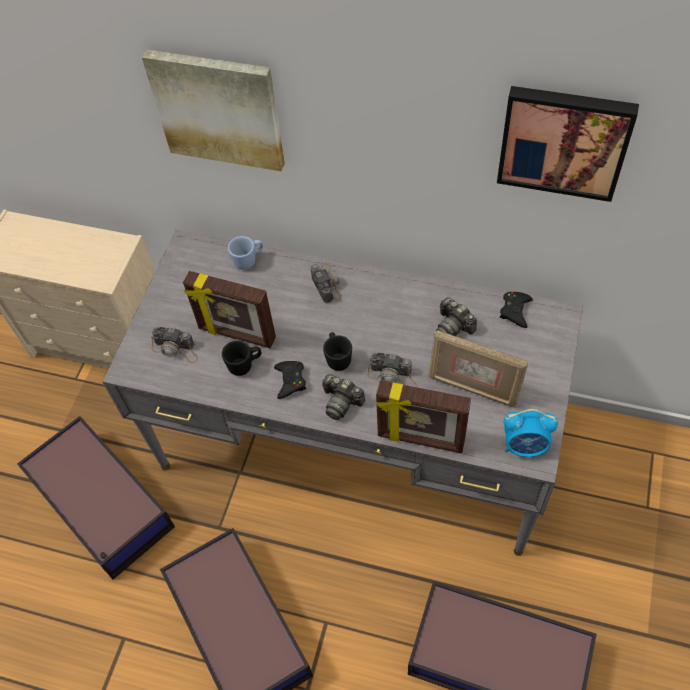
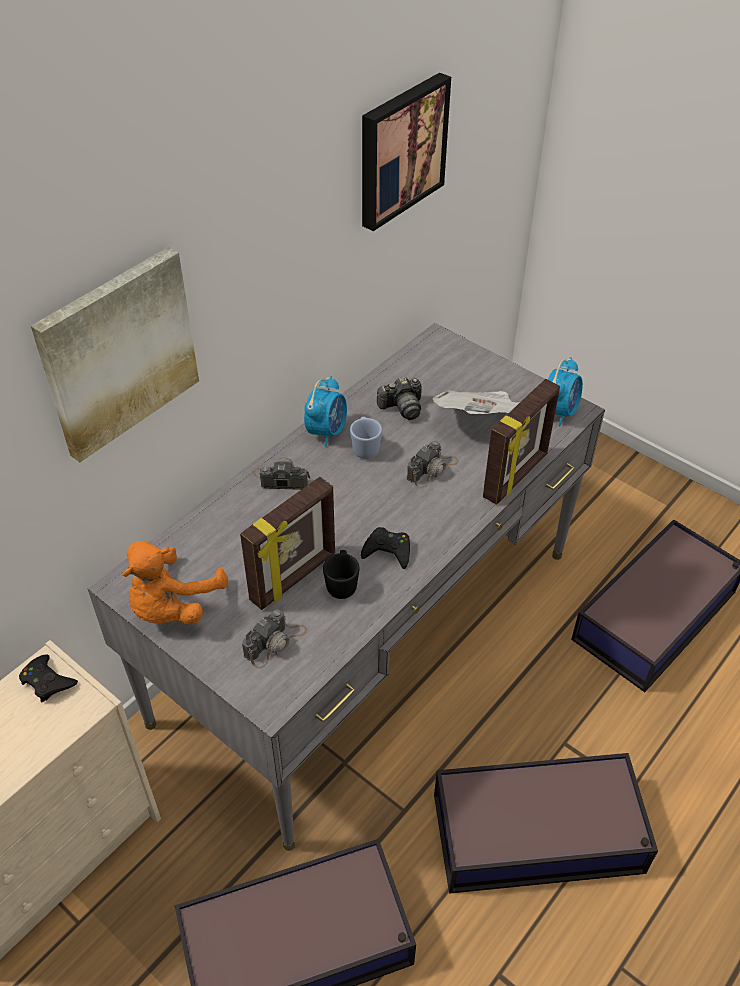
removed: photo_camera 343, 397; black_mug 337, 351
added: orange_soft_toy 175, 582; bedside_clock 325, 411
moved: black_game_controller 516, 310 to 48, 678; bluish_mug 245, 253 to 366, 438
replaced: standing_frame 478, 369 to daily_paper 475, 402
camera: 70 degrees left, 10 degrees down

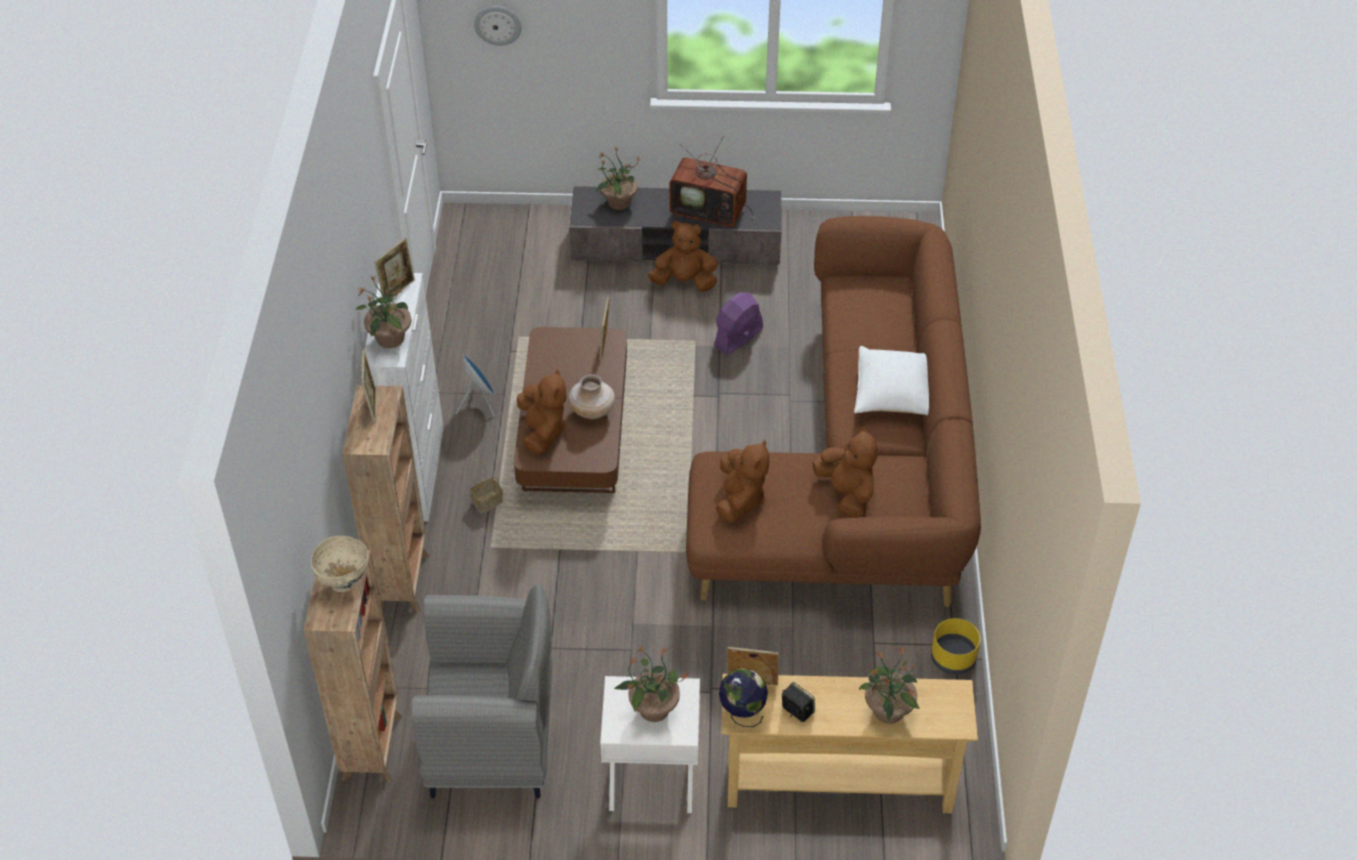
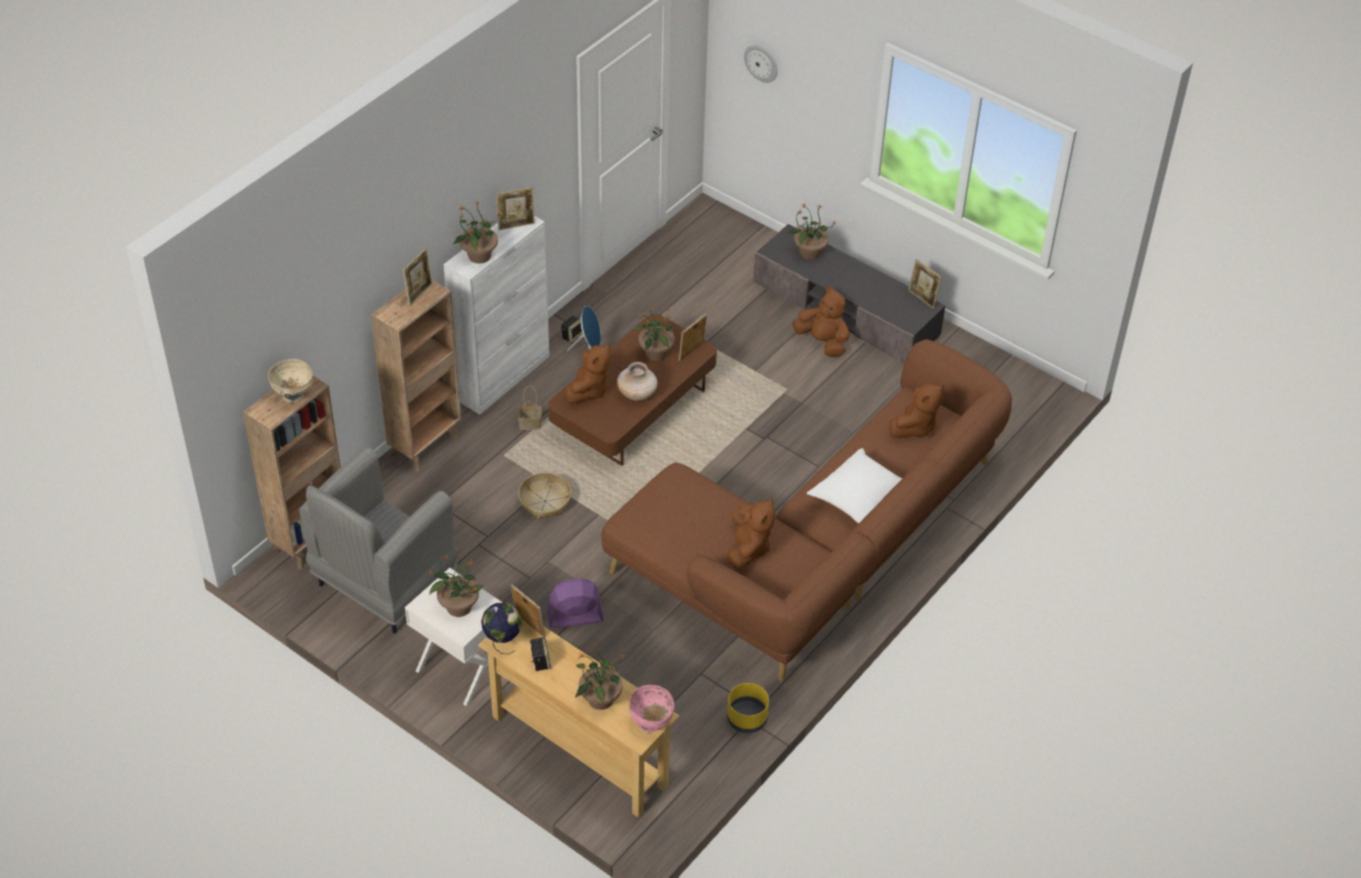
removed: TV 712, 181
added: storage_basket 545, 495; loudspeaker 572, 329; pink_bowl 651, 709; houseplant 654, 332; standing_frame 925, 284
moved: purple_fan 738, 323 to 575, 603; brown-coloured_soft_toy 742, 481 to 916, 410
turned: gray_easy_chair 481, 691 = 378, 540 90 degrees clockwise
camera: 35 degrees right, 0 degrees up

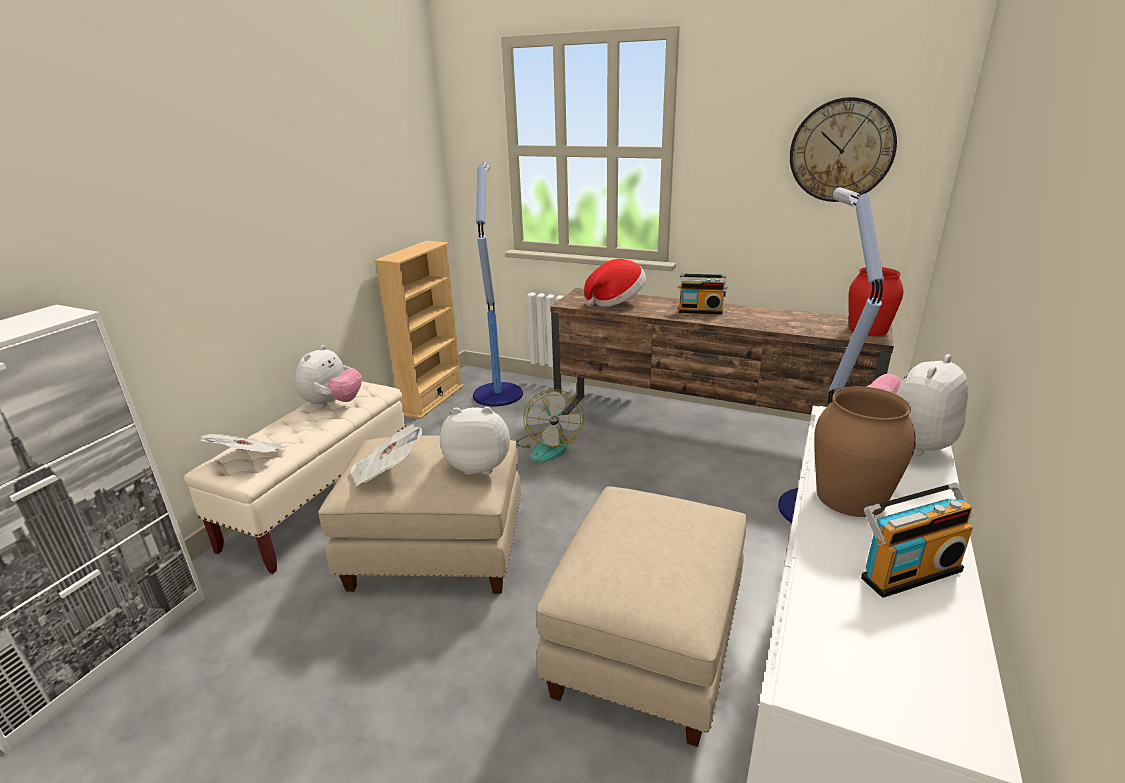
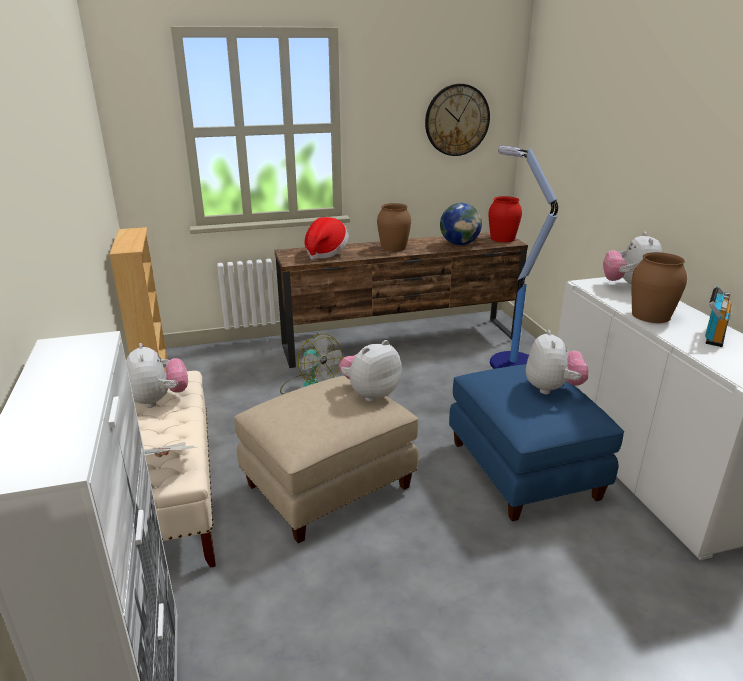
removed: daily_paper 386, 456; standing_lamp 498, 284
added: desk_globe 461, 224; soft_toy 557, 362
replaced: radio_receiver 702, 294 to brown-coloured_decorative_vase 394, 227
recoloured: beige_footrest 641, 616 to bluish_footrest 536, 442
camera: 40 degrees left, 0 degrees up

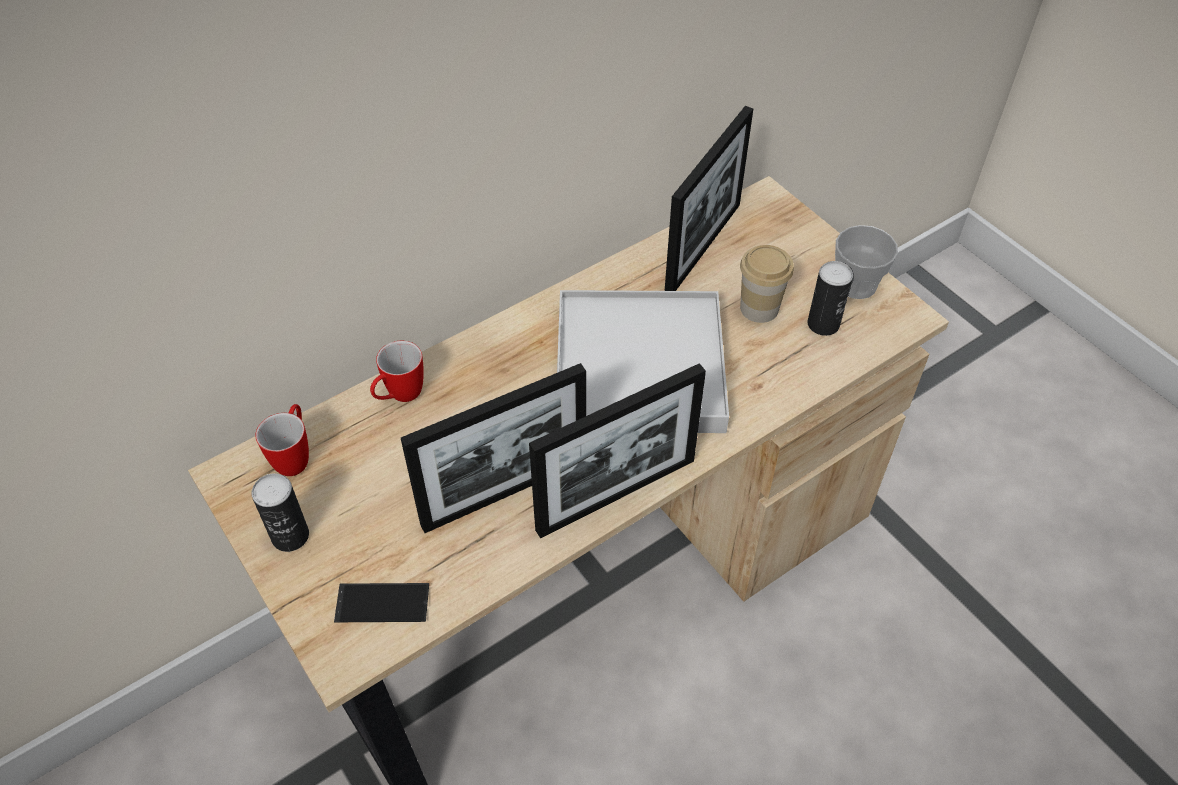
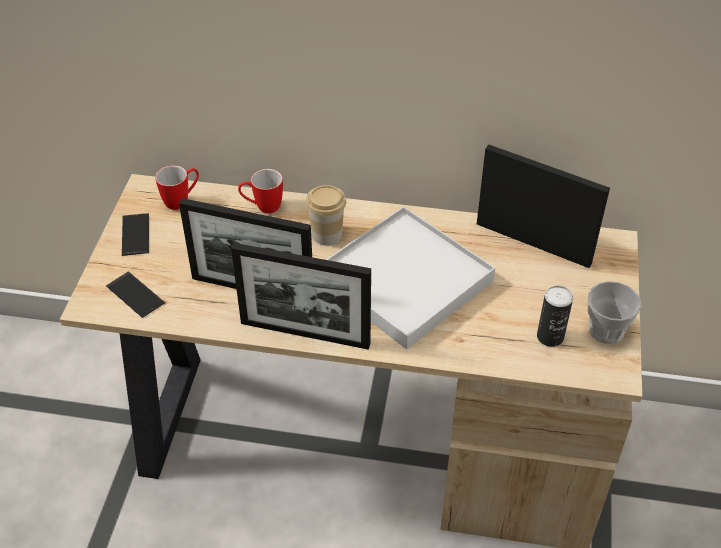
moved: cup 767, 284 to 325, 215
replaced: can 280, 512 to phone 135, 234
turned: standing_frame 709, 198 = 543, 206 135 degrees counterclockwise
camera: 45 degrees right, 5 degrees down

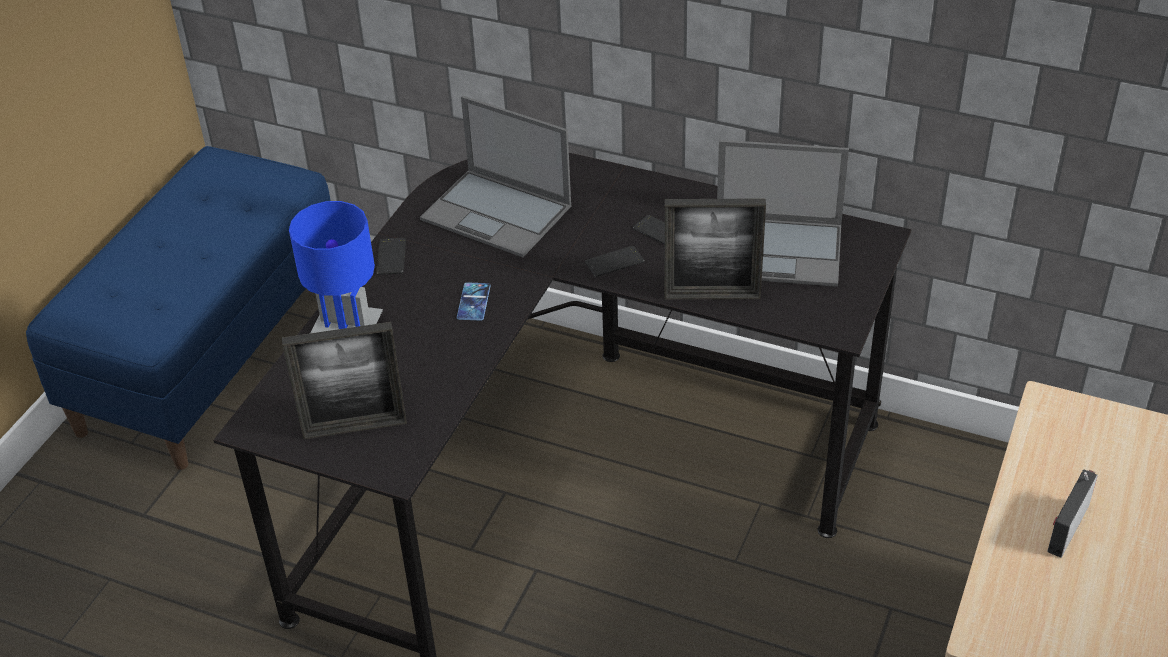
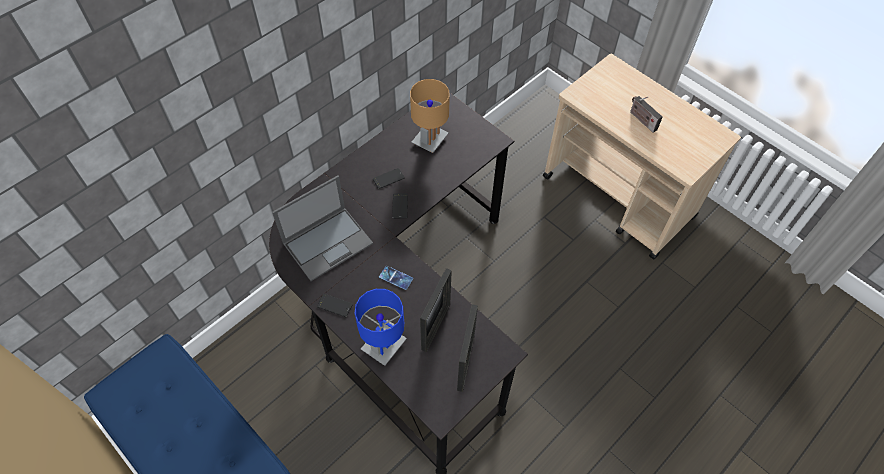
moved: standing_frame 715, 249 to 436, 310
replaced: portable_computer 783, 213 to brown-coloured_table_lamp 430, 116
camera: 70 degrees left, 15 degrees up

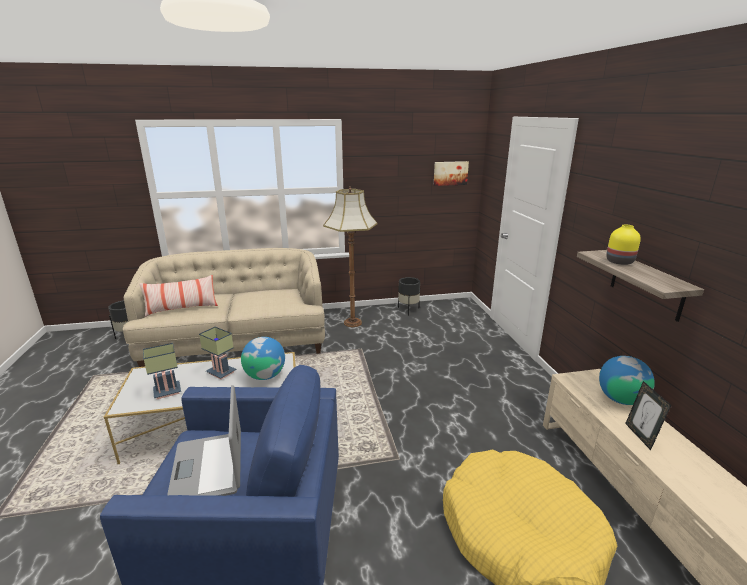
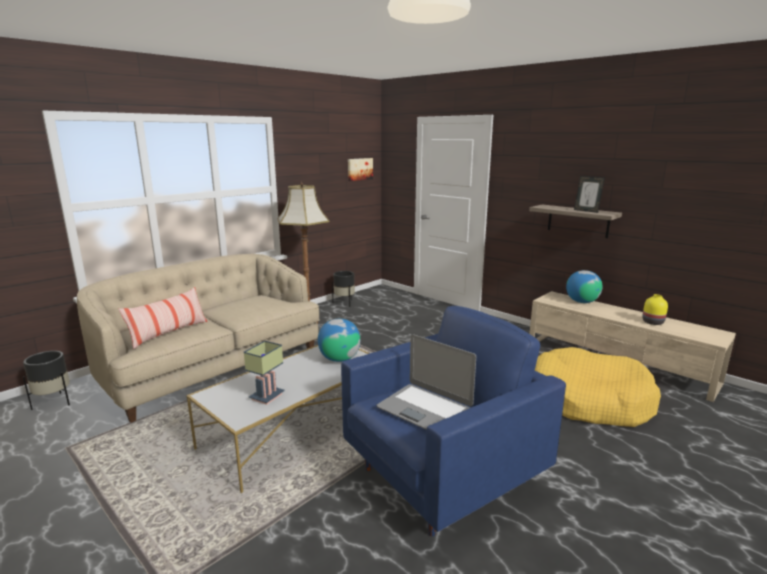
removed: table_lamp 217, 353
moved: standing_frame 648, 415 to 589, 194; yellowish_decorative_vase 623, 244 to 655, 309
camera: 35 degrees left, 5 degrees down

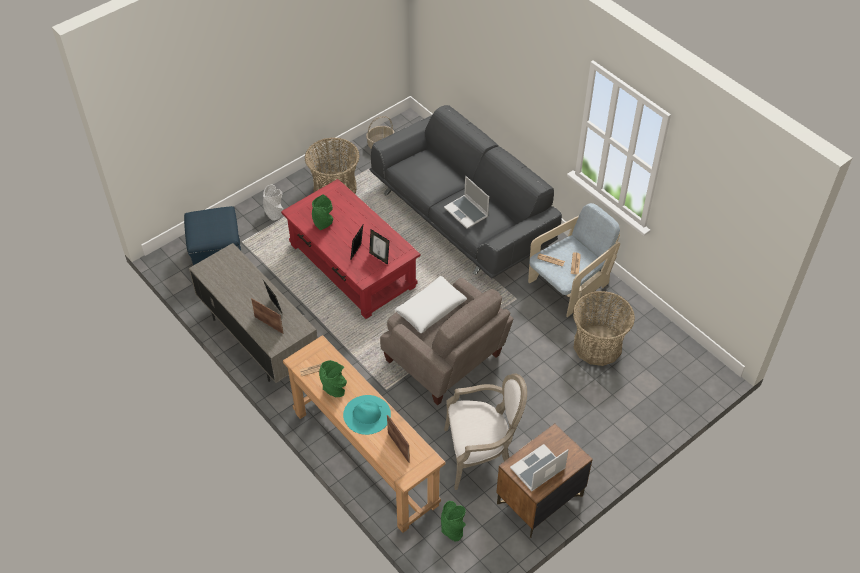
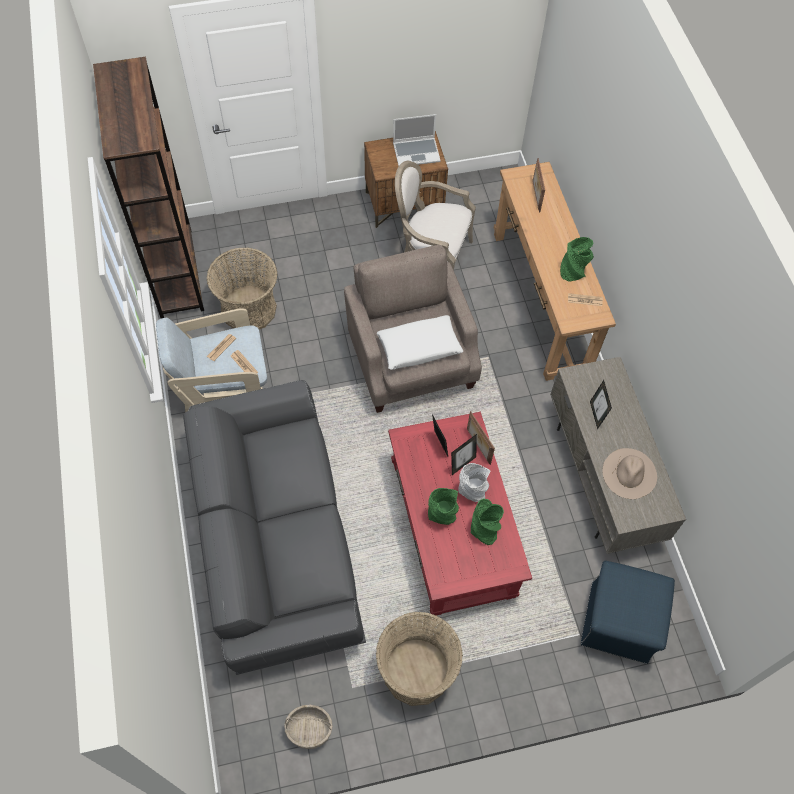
removed: turquoise-coloured_wearable_hat 367, 415; portable_computer 466, 202
added: brown-coloured_bookshelf 148, 187; beige_wearable_hat 630, 473
moved: green-coloured_decorative_vase 453, 521 to 443, 506; gray_decorative_vase 273, 202 to 474, 482; standing_frame 267, 316 to 481, 438
camera: 155 degrees left, 10 degrees up

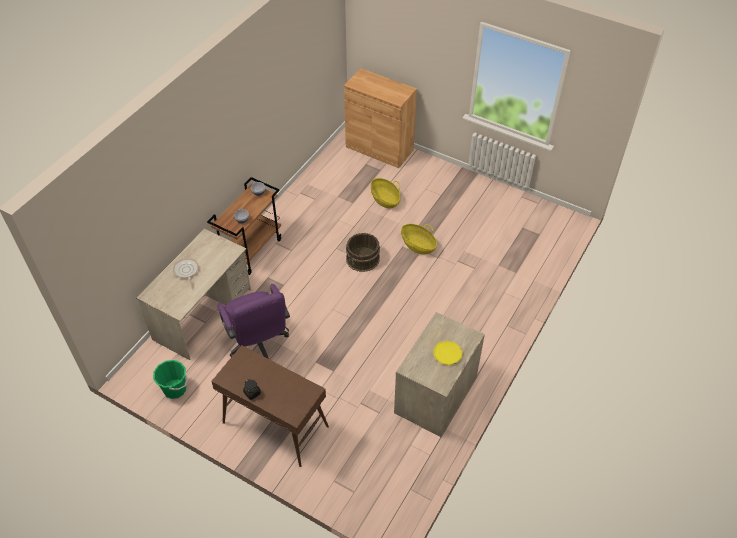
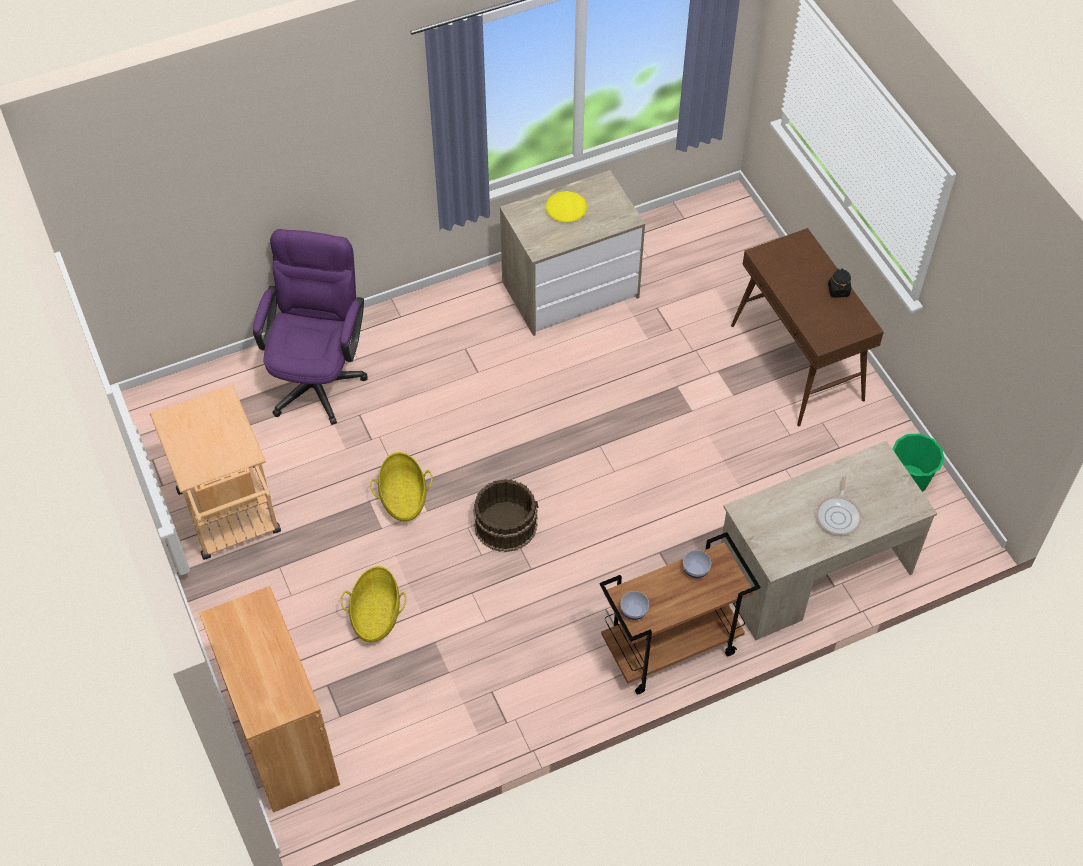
added: beige_wheeled_cart 215, 472
moved: purple_computer_chair 254, 321 to 310, 327
camera: 145 degrees left, 5 degrees up

